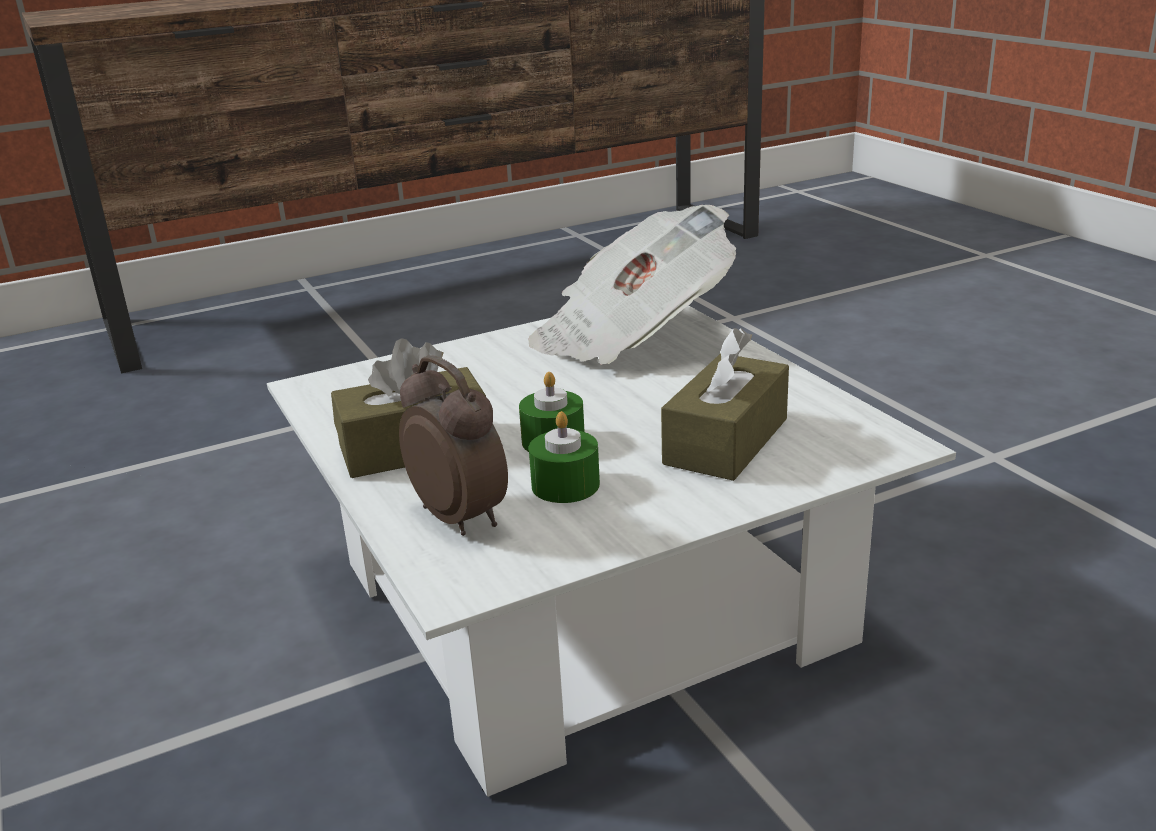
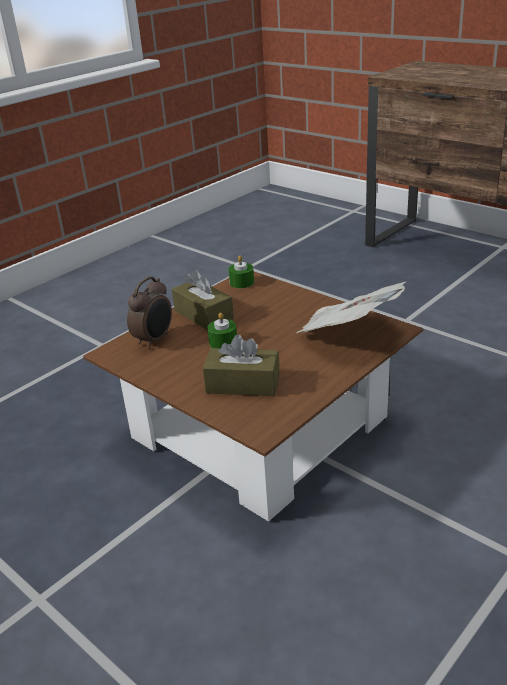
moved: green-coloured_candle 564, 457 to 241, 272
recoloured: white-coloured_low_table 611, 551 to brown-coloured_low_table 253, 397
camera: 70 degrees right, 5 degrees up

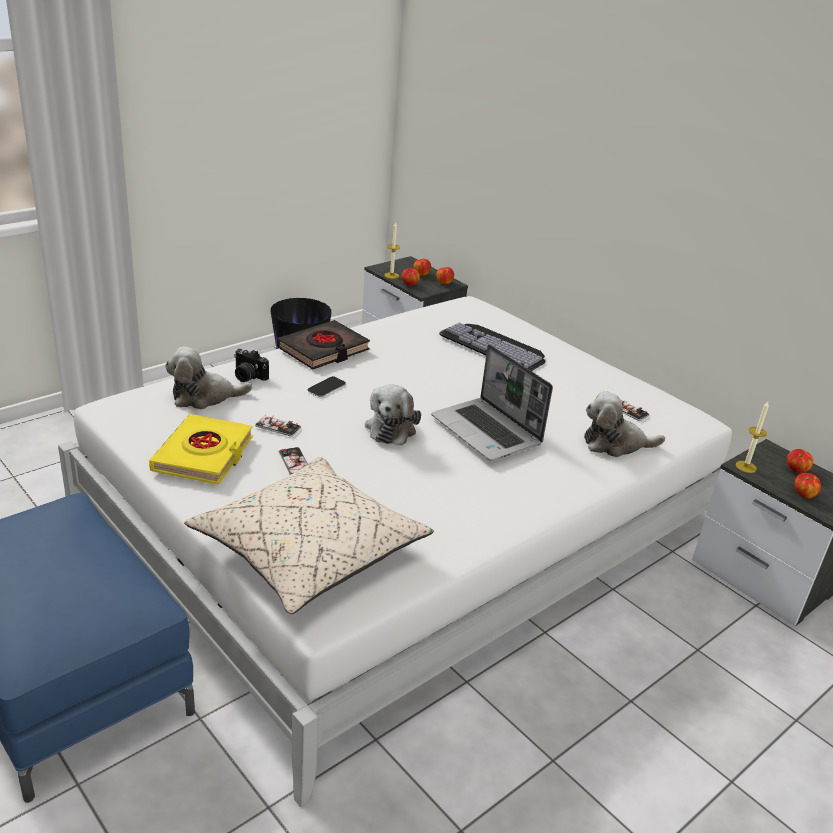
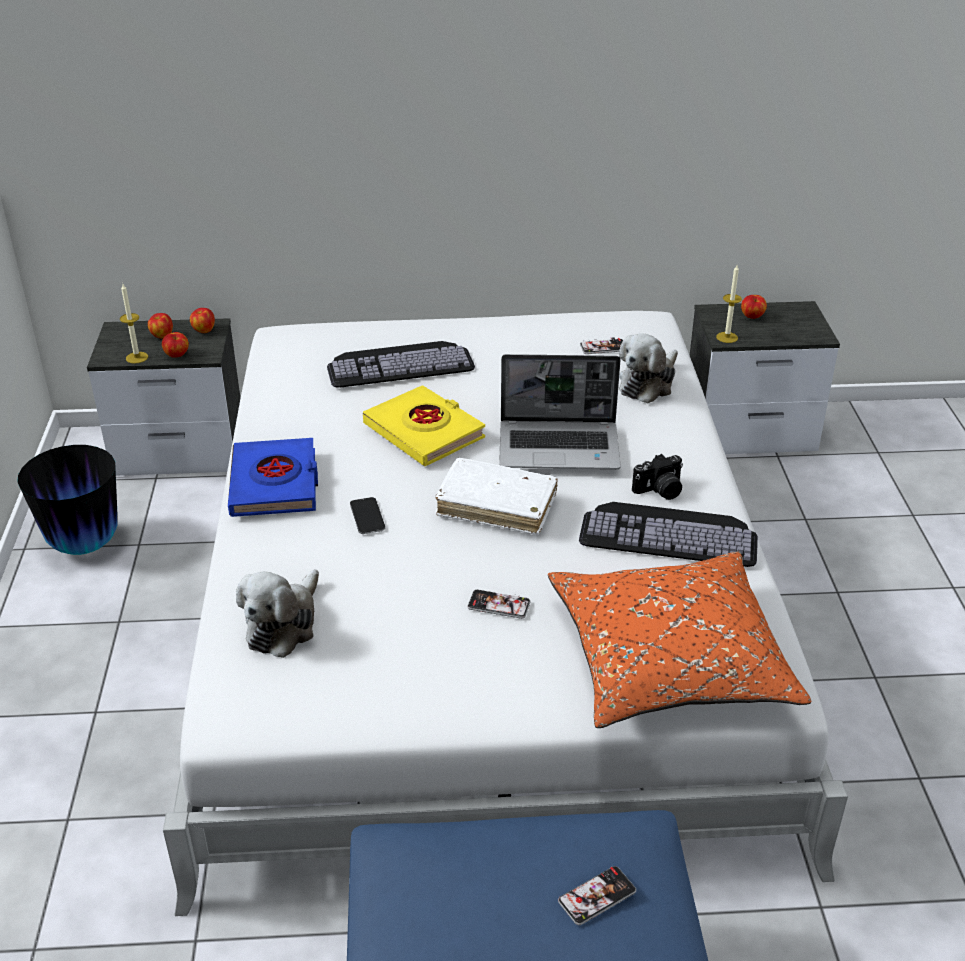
removed: whole_apple 807, 486
added: PC_keyboard 668, 534
moved: yellowish_bound_book 201, 449 to 424, 425; phone 278, 426 to 597, 895; photo_camera 251, 365 to 657, 477
replaced: soft_toy 393, 414 to white-coloured_bound_book 496, 496
recoloured: black_bound_book 323, 345 to bluish_bound_book 273, 477; beige_pillow 309, 535 to orange_pillow 680, 640
camera: 50 degrees left, 5 degrees up

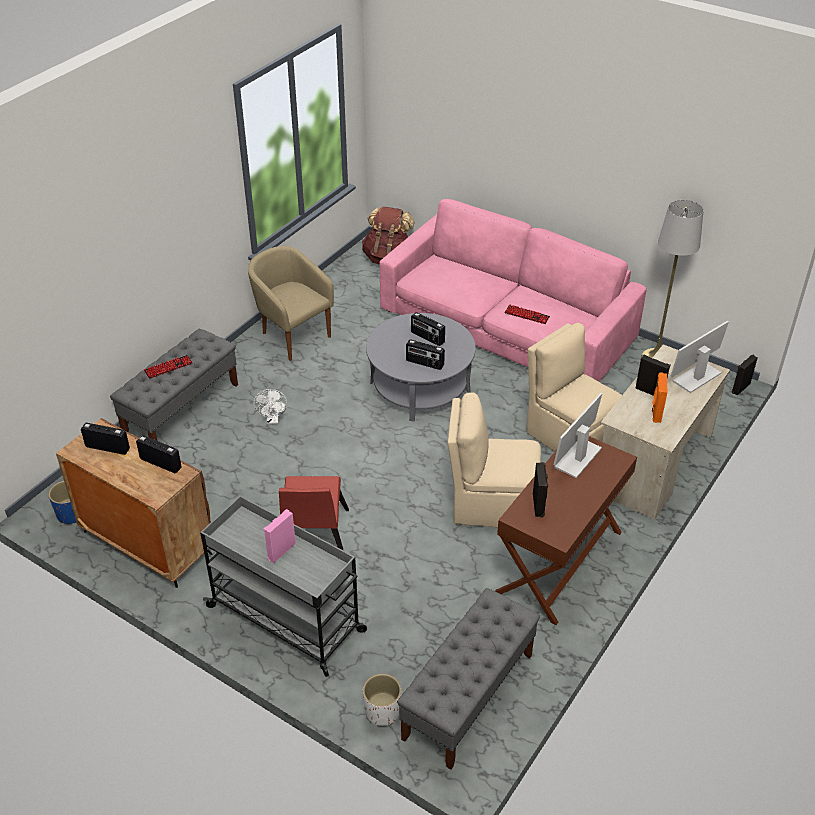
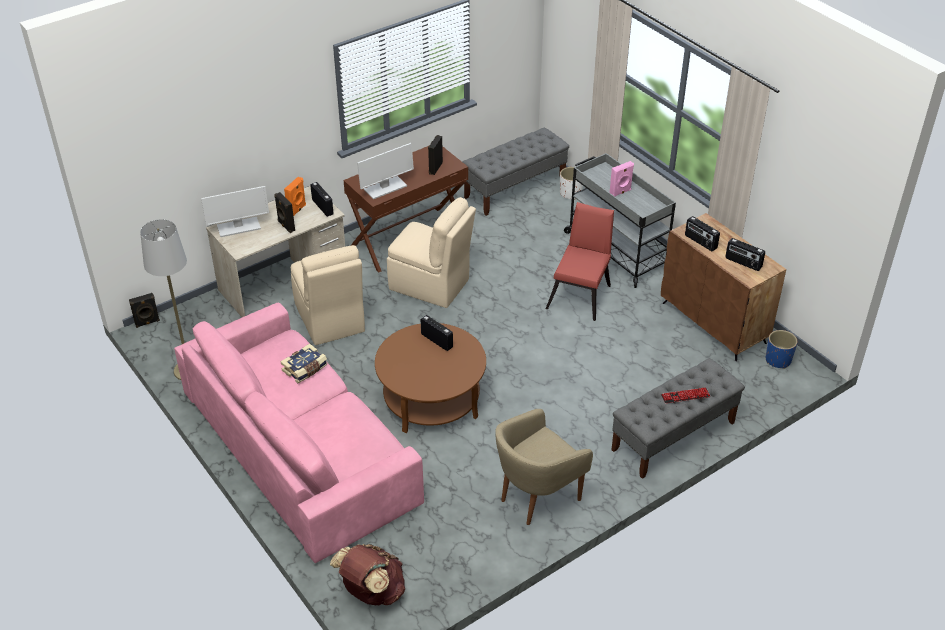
removed: white-coloured_fan 270, 406
moved: radio_receiver 428, 329 to 322, 199
replaced: PC_keyboard 527, 314 to bound_book 304, 363
recoloured: gray_low_table 421, 367 to brown-coloured_low_table 430, 378
turned: beige_easy_chair 291, 303 = 544, 467 75 degrees clockwise
camera: 160 degrees left, 0 degrees up

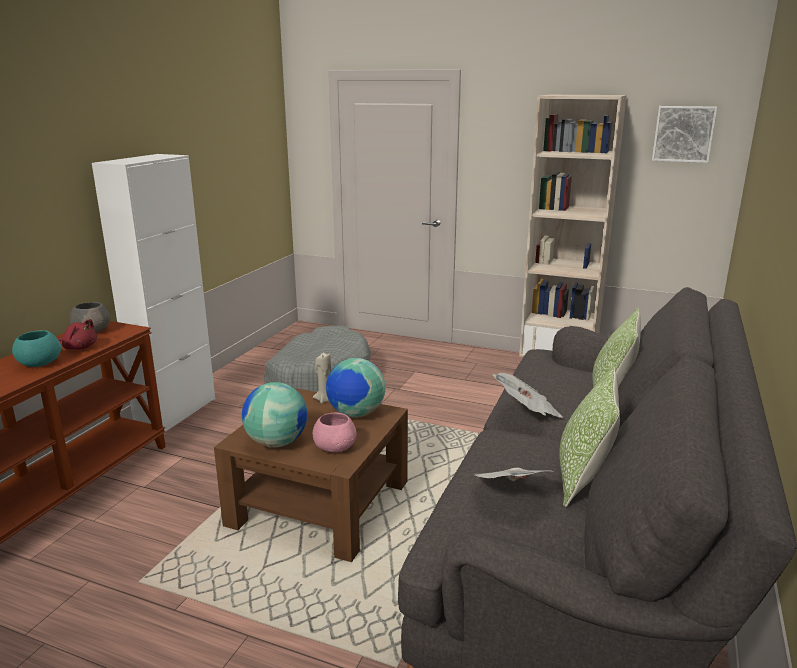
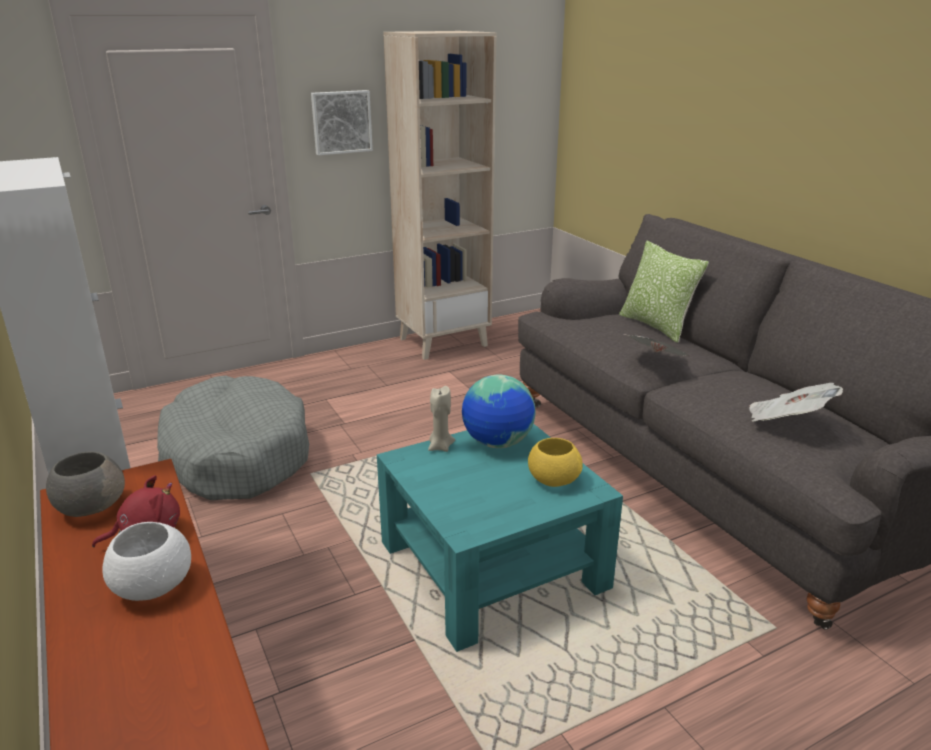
removed: desk_globe 275, 414; pillow 589, 436
moved: picture 684, 134 to 342, 122
recoloured: turquoise-coloured_bowl 36, 348 to white-coloured_bowl 146, 561; brown-coloured_low_table 311, 475 to turquoise-coloured_low_table 500, 538; pink_bowl 335, 432 to yellowish_bowl 555, 462
camera: 50 degrees left, 5 degrees up

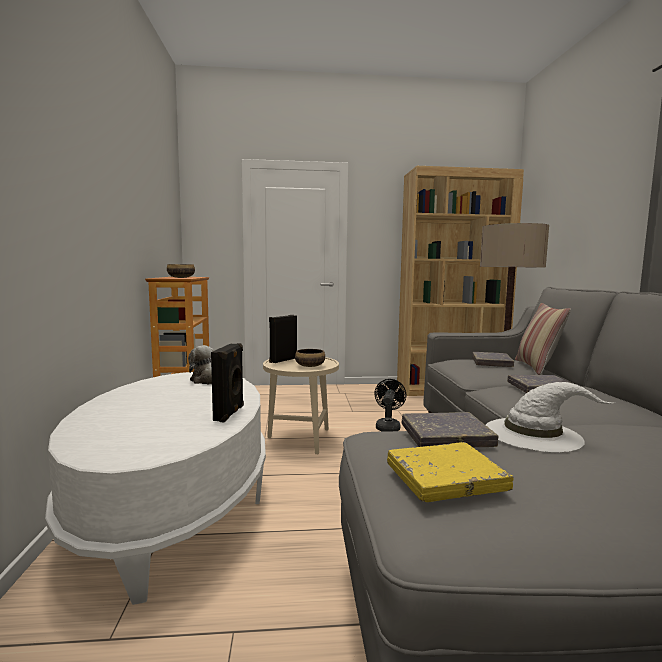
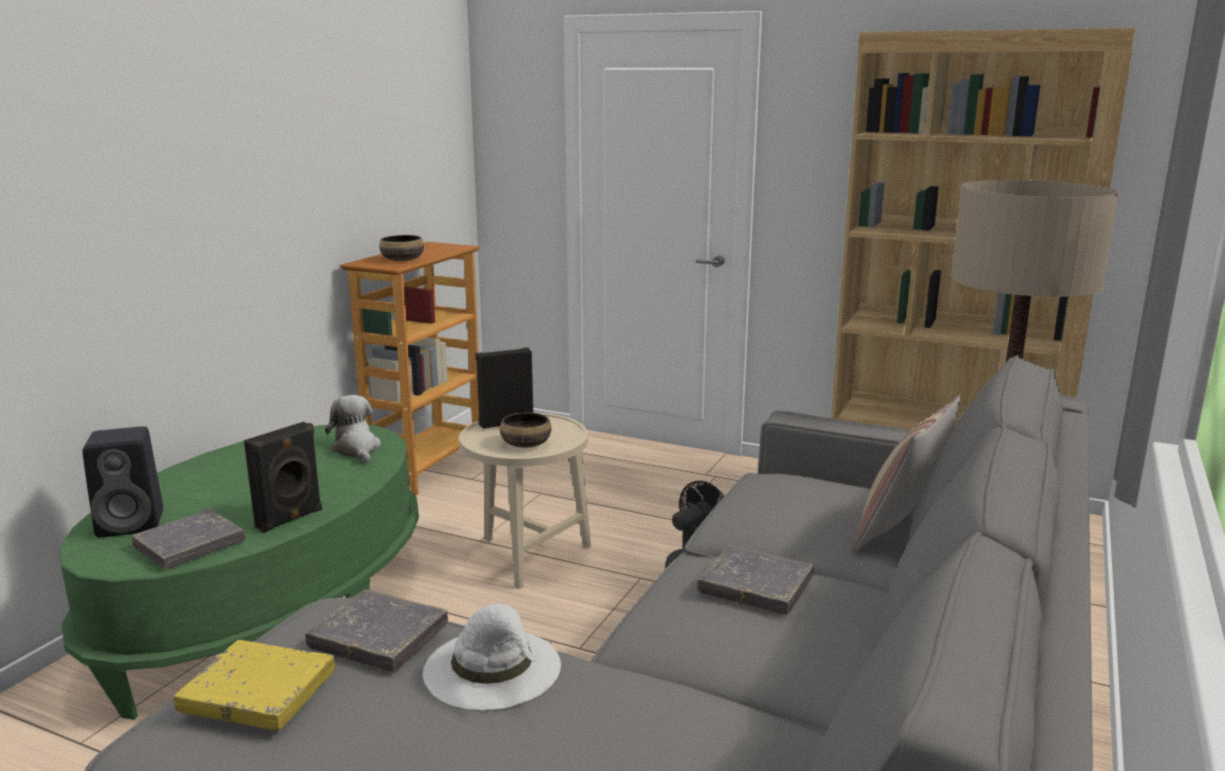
added: black_loudspeaker 122, 481
moved: gray_bound_book 493, 359 to 188, 539
recoloured: white-coloured_low_table 155, 488 to green-coloured_low_table 239, 572
camera: 30 degrees right, 10 degrees up

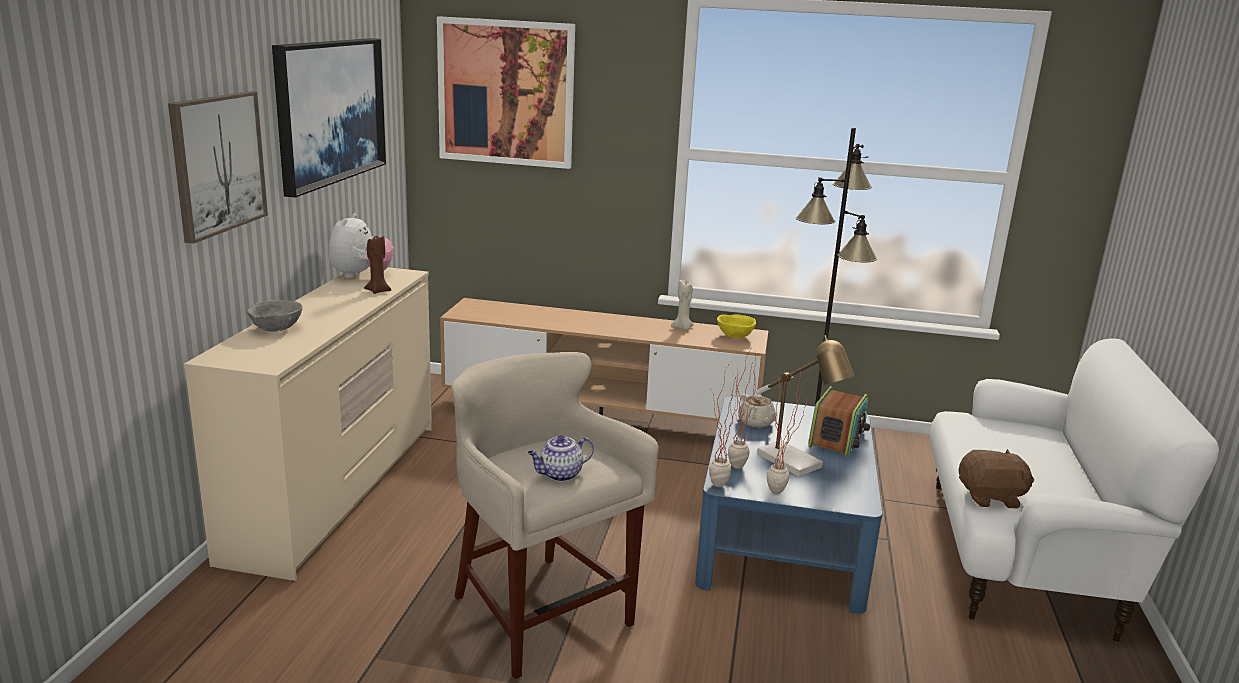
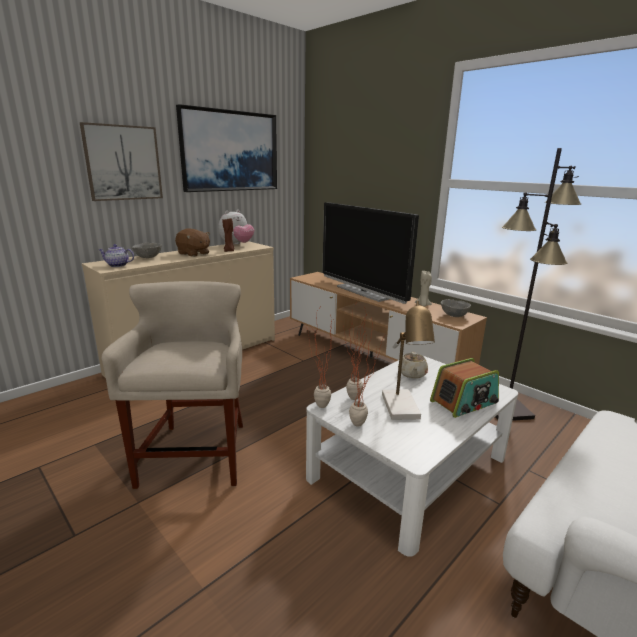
removed: picture 506, 92
added: TV 370, 253
moved: teapot 561, 458 to 116, 255; brown-coloured_soft_toy 996, 478 to 192, 242
recoloured: bluish_low_table 789, 505 to white-coloured_low_table 412, 456; yellowish_bowl 736, 326 to gray_bowl 456, 308
camera: 35 degrees right, 0 degrees up

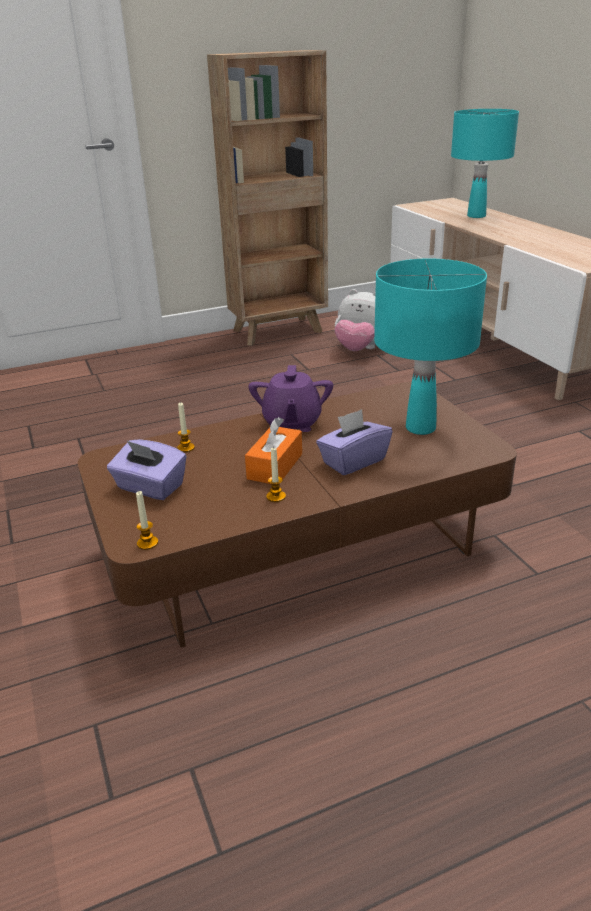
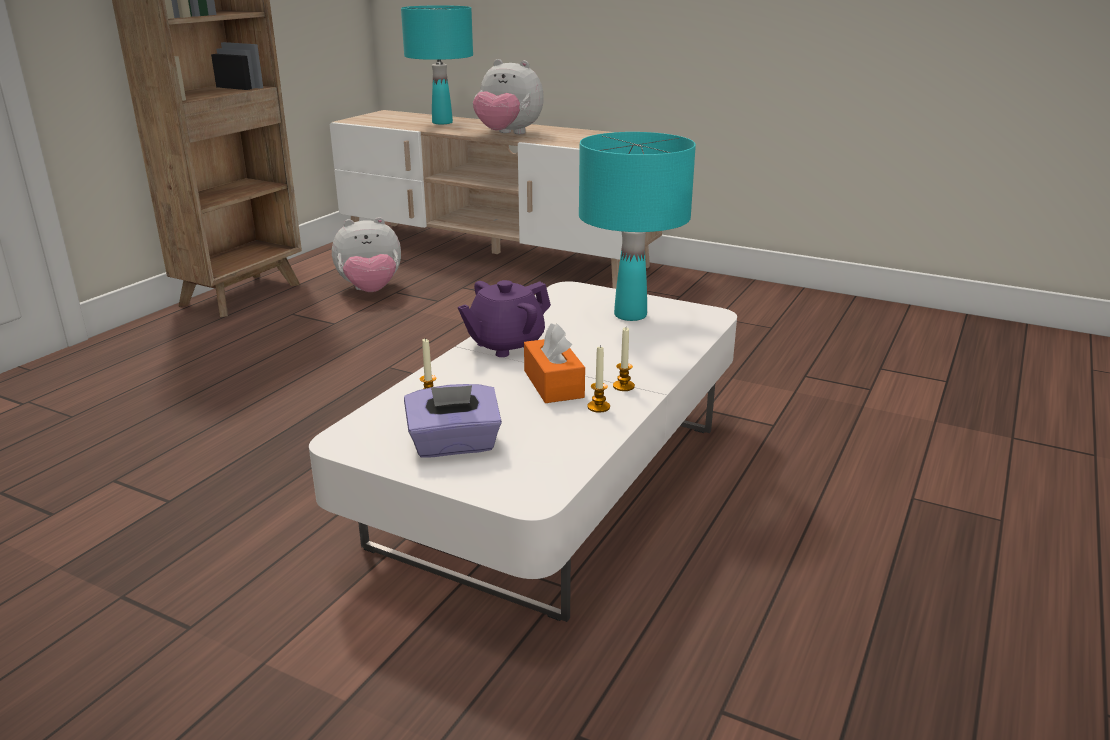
removed: purple_tissue_holder 354, 442
added: soft_toy 508, 96
moved: candle 147, 520 to 624, 359
recoloured: brown-coloured_low_table 297, 515 to white-coloured_low_table 523, 452
turned: purple_teapot 290, 398 = 504, 318 90 degrees clockwise
camera: 40 degrees left, 5 degrees down

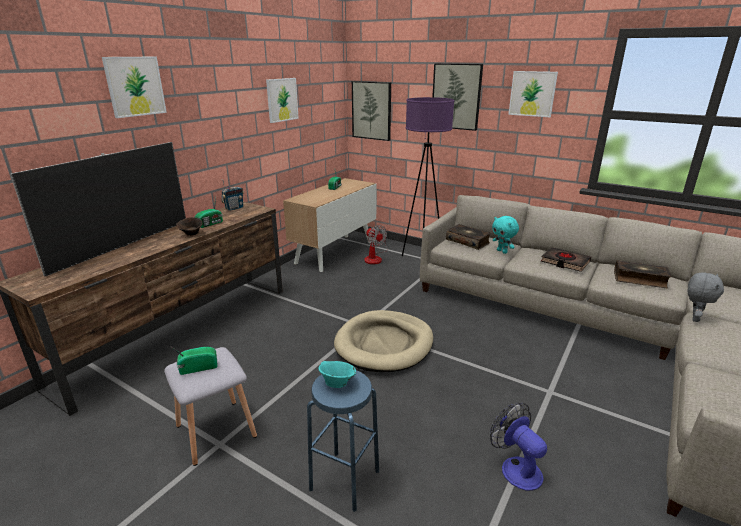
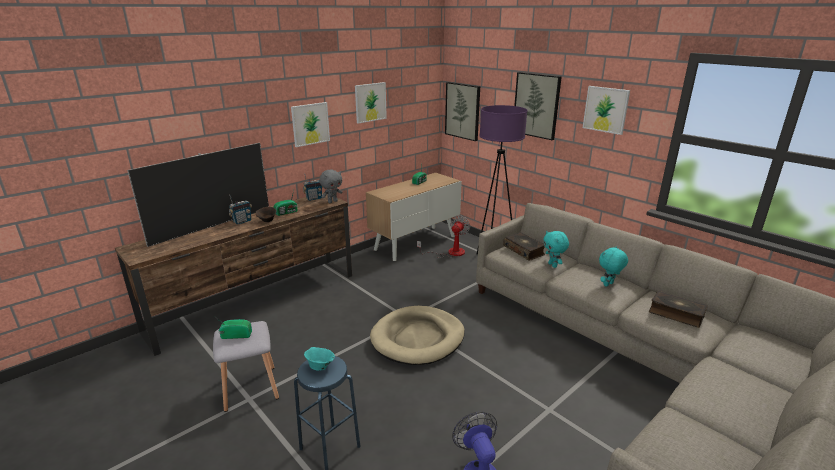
added: radio_receiver 240, 210
moved: picture 134, 87 to 310, 124; gray_soft_toy 706, 297 to 330, 186
replaced: black_bound_book 566, 259 to turquoise-coloured_soft_toy 613, 266
turned: fan 376, 244 = 443, 236 135 degrees counterclockwise
camera: 15 degrees right, 0 degrees up

